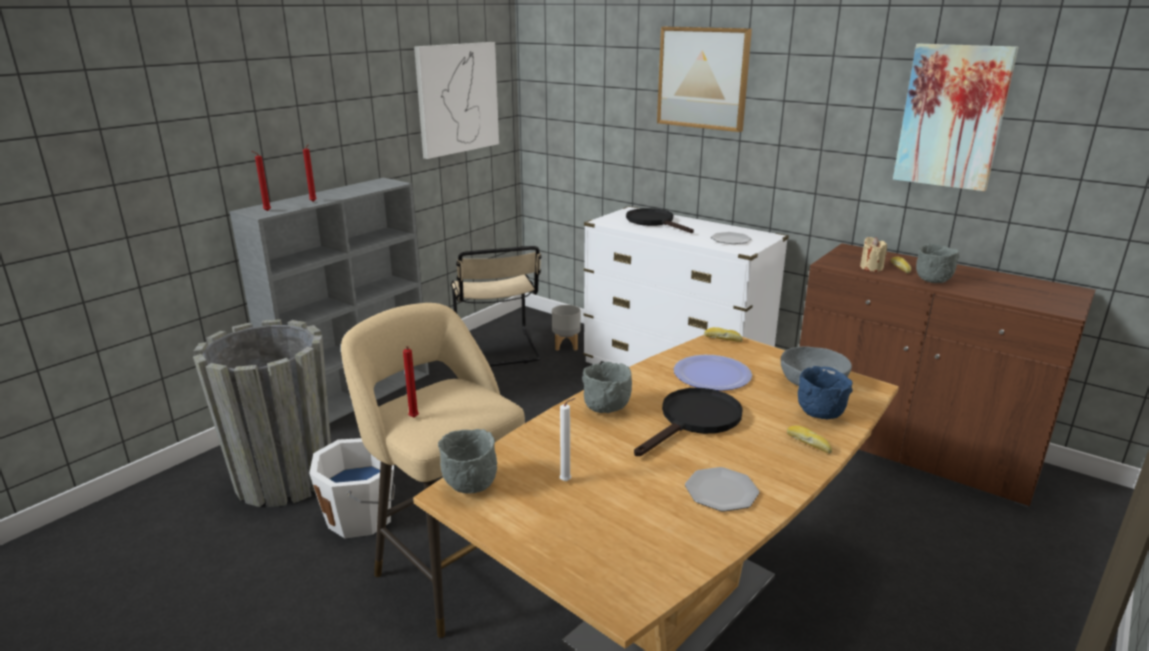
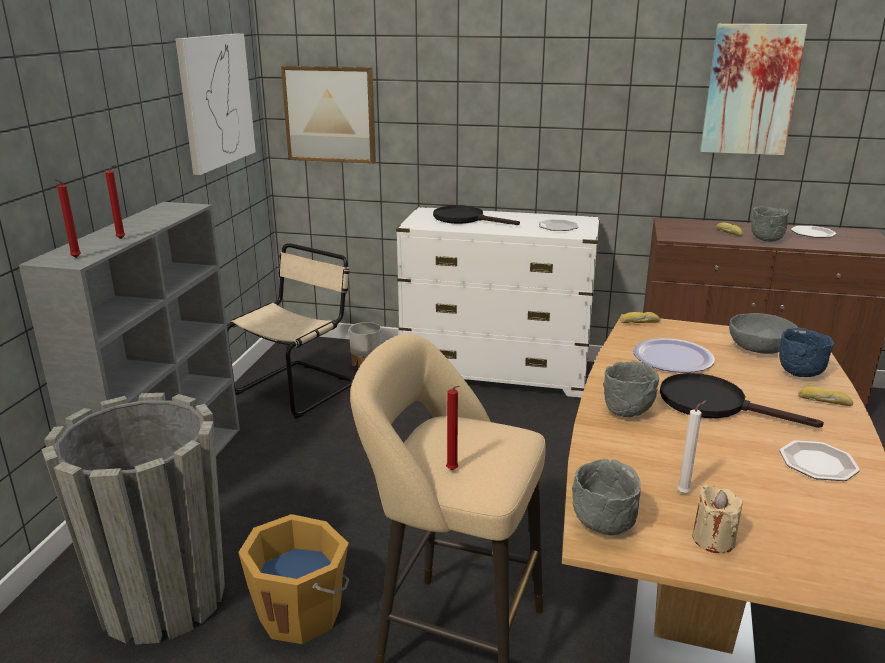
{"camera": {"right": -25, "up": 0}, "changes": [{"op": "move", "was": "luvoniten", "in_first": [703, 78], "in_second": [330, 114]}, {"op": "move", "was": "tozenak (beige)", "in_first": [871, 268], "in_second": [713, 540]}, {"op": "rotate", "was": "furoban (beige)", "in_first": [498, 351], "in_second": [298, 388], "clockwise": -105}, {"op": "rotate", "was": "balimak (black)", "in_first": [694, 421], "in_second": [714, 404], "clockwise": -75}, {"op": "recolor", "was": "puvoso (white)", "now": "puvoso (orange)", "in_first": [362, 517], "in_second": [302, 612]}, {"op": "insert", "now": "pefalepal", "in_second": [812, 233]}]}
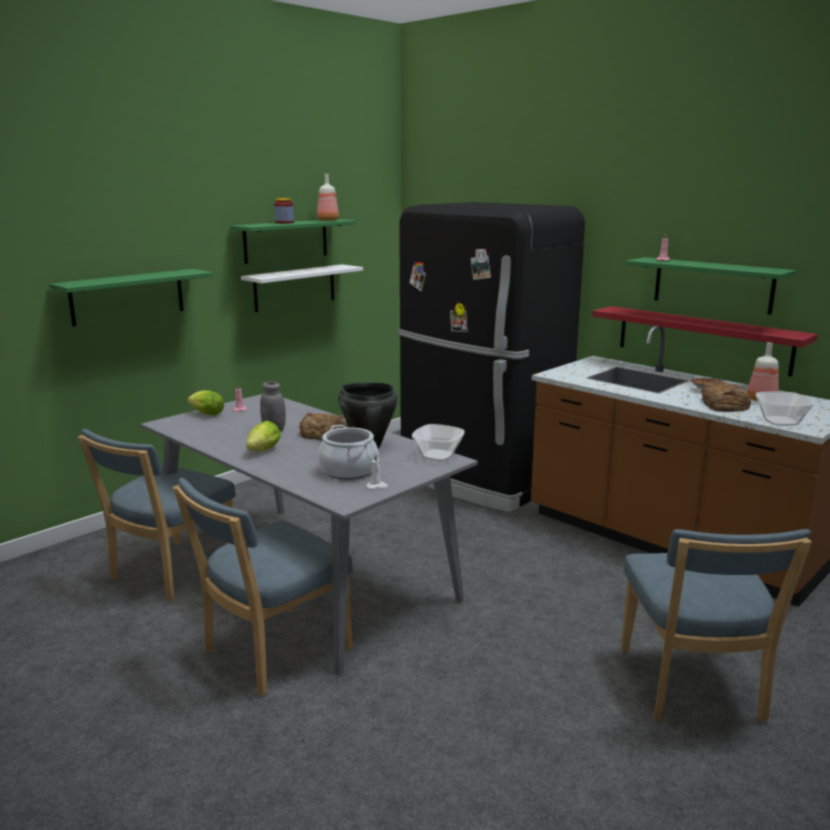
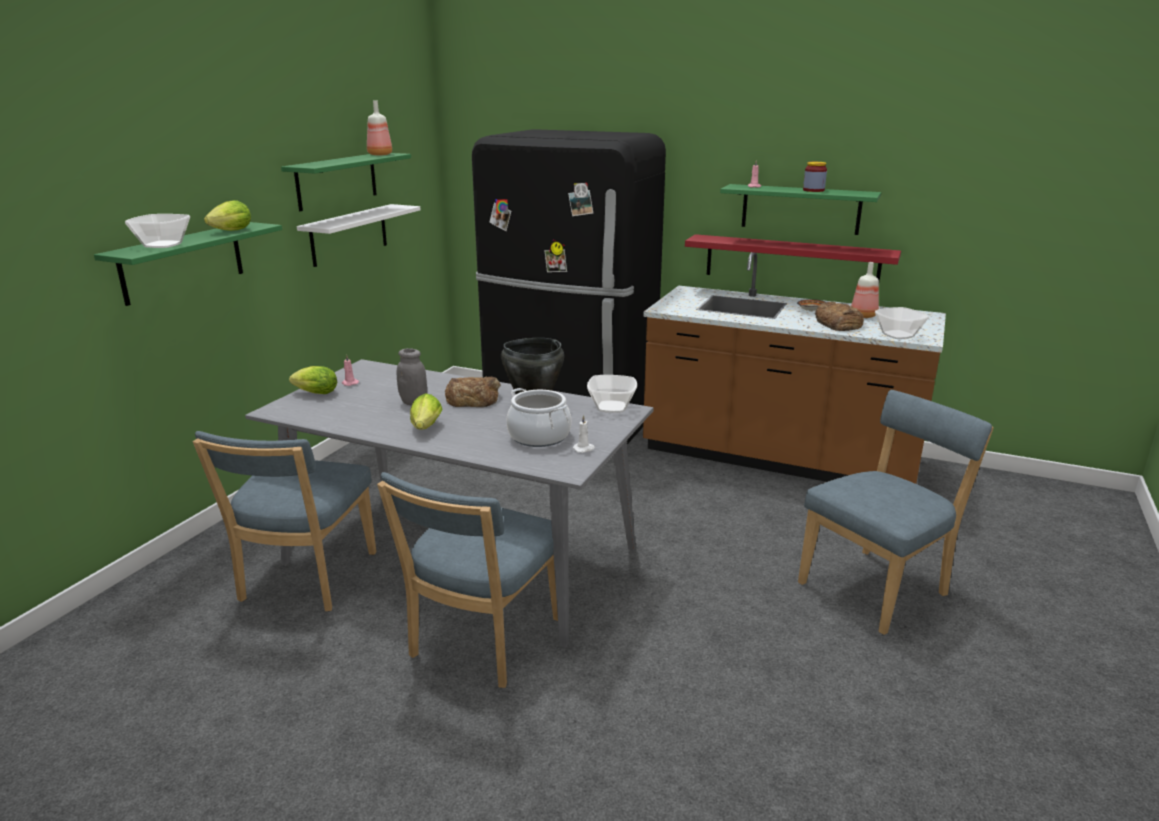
{"camera": {"right": -20, "up": 5}, "changes": [{"op": "move", "was": "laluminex", "in_first": [284, 223], "in_second": [813, 190]}, {"op": "rotate", "was": "furoban (blue)", "in_first": [692, 689], "in_second": [877, 587], "clockwise": -105}, {"op": "insert", "now": "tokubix", "in_second": [229, 231]}, {"op": "insert", "now": "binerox", "in_second": [163, 245]}]}
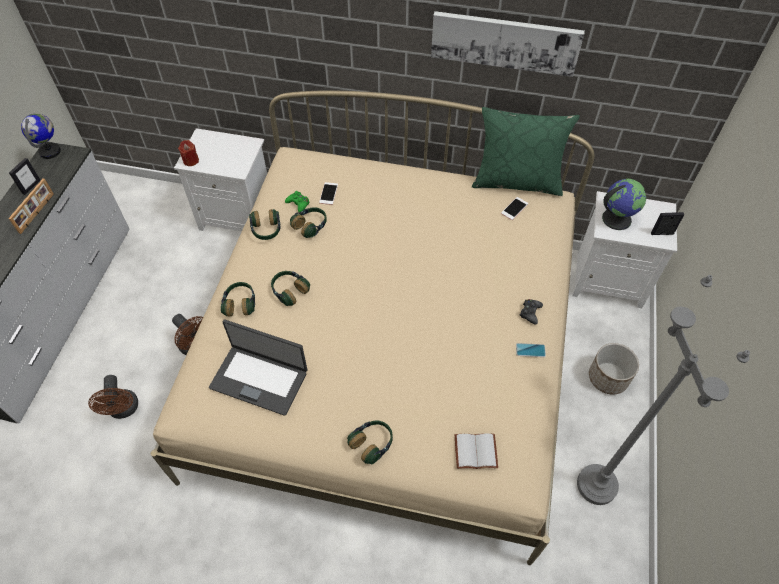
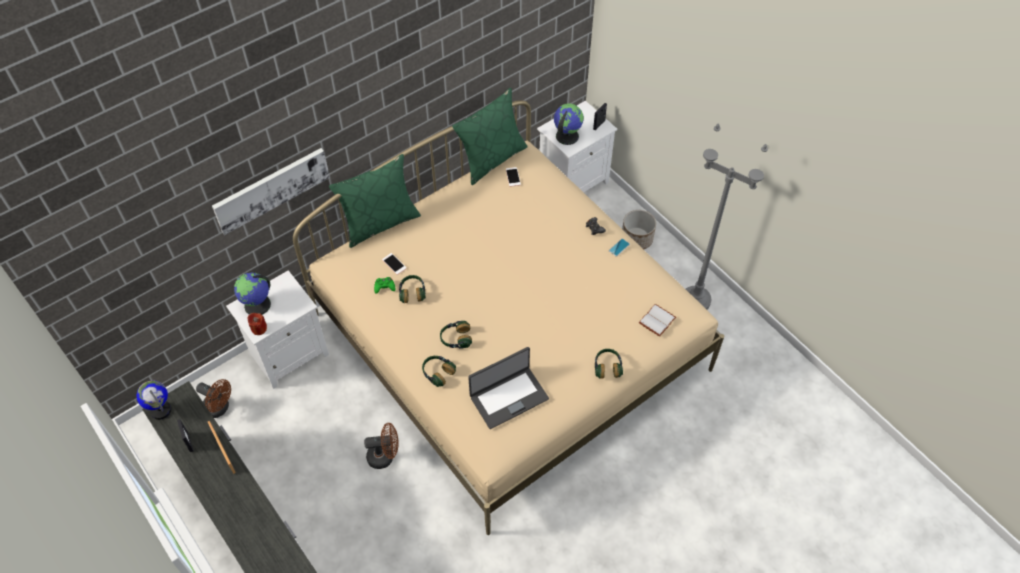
{"camera": {"right": -50, "up": 0}, "changes": [{"op": "move", "was": "luvoniten", "in_first": [505, 42], "in_second": [271, 189]}, {"op": "delete", "was": "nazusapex", "in_first": [266, 230]}, {"op": "move", "was": "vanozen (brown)", "in_first": [124, 410], "in_second": [220, 408]}, {"op": "insert", "now": "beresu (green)", "in_second": [380, 223]}, {"op": "insert", "now": "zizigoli", "in_second": [257, 305]}]}
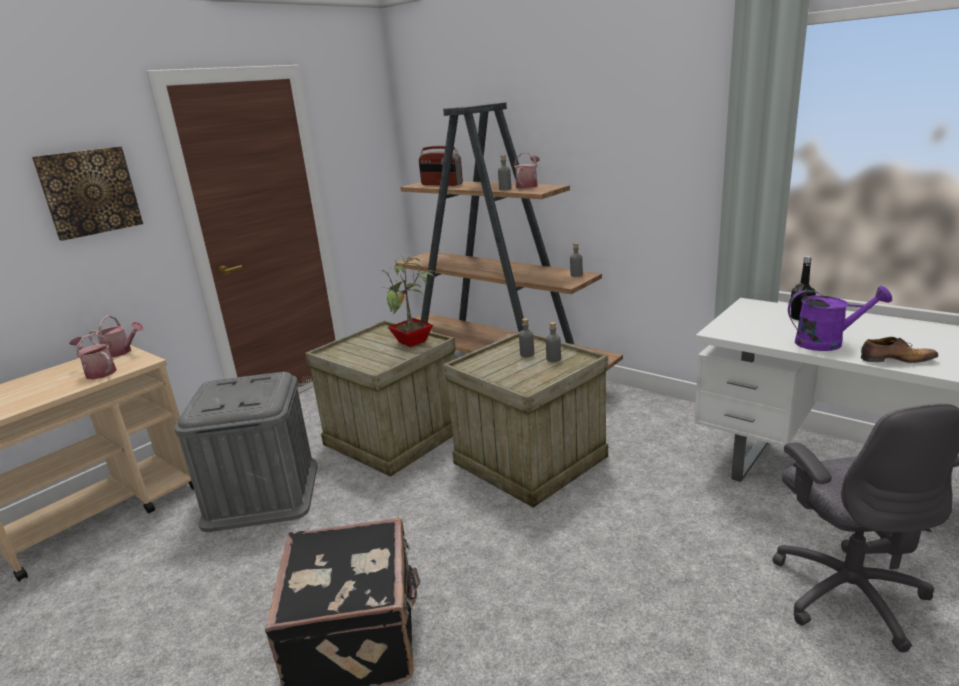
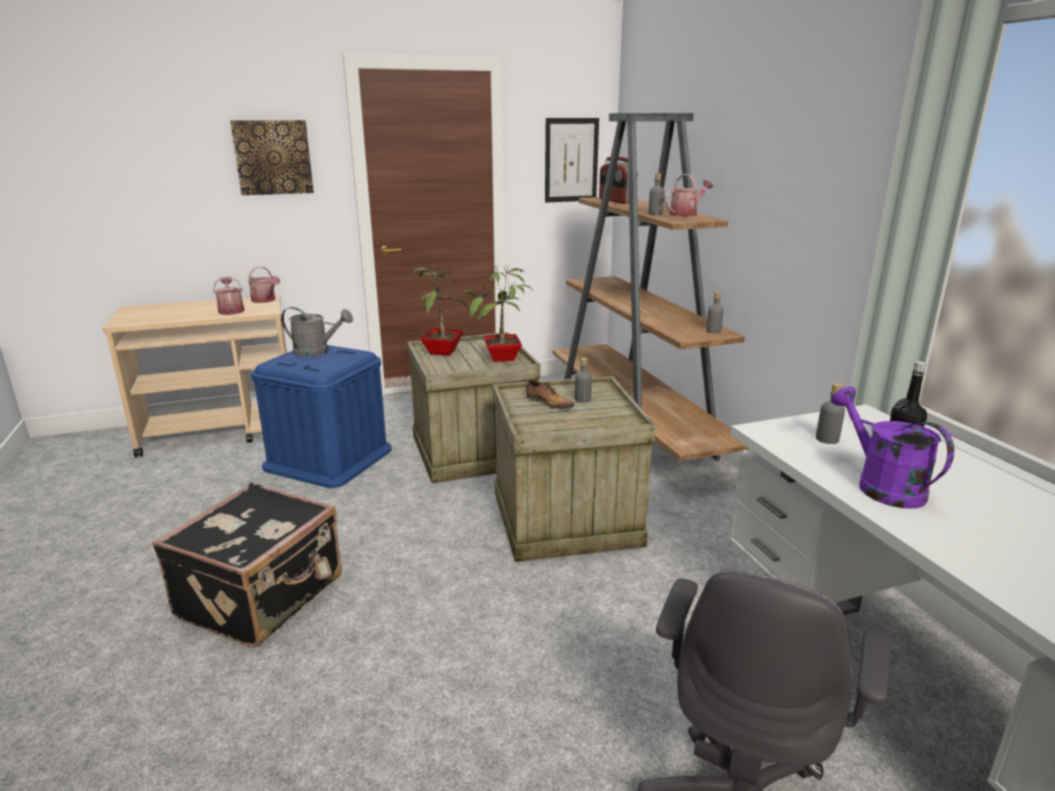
{"camera": {"right": 30, "up": 0}, "changes": [{"op": "rotate", "was": "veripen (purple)", "in_first": [827, 342], "in_second": [880, 485], "clockwise": -150}, {"op": "move", "was": "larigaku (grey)", "in_first": [553, 359], "in_second": [827, 439]}, {"op": "move", "was": "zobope", "in_first": [895, 360], "in_second": [549, 403]}, {"op": "recolor", "was": "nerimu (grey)", "now": "nerimu (blue)", "in_first": [262, 493], "in_second": [328, 458]}, {"op": "insert", "now": "luvoniten", "in_second": [571, 160]}, {"op": "insert", "now": "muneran", "in_second": [443, 351]}, {"op": "insert", "now": "veripen (grey)", "in_second": [317, 352]}]}
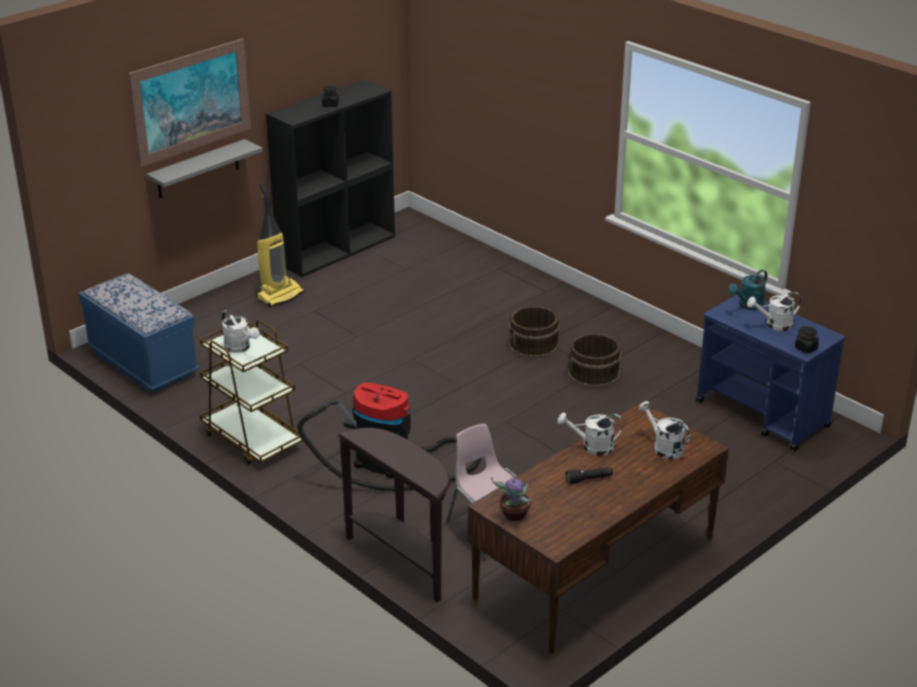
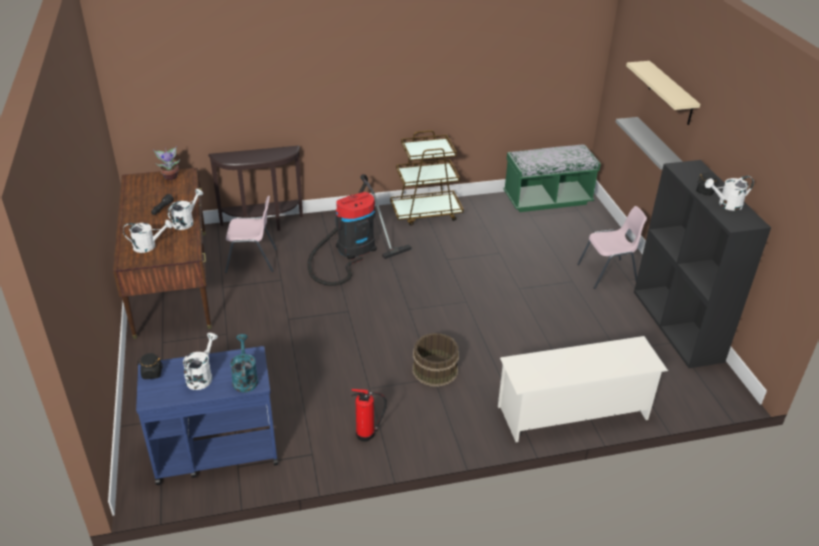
{"camera": {"right": 120, "up": 5}, "changes": [{"op": "replace", "was": "luvoniten", "now": "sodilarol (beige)", "in_first": [191, 101], "in_second": [671, 93]}, {"op": "replace", "was": "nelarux", "now": "furoban (pink)", "in_first": [279, 295], "in_second": [608, 273]}, {"op": "recolor", "was": "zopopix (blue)", "now": "zopopix (green)", "in_first": [143, 363], "in_second": [547, 199]}, {"op": "move", "was": "veripen (white)", "in_first": [240, 348], "in_second": [726, 205]}, {"op": "delete", "was": "puvoso (brown)", "in_first": [593, 374]}, {"op": "insert", "now": "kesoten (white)", "in_second": [573, 413]}, {"op": "insert", "now": "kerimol", "in_second": [367, 434]}]}
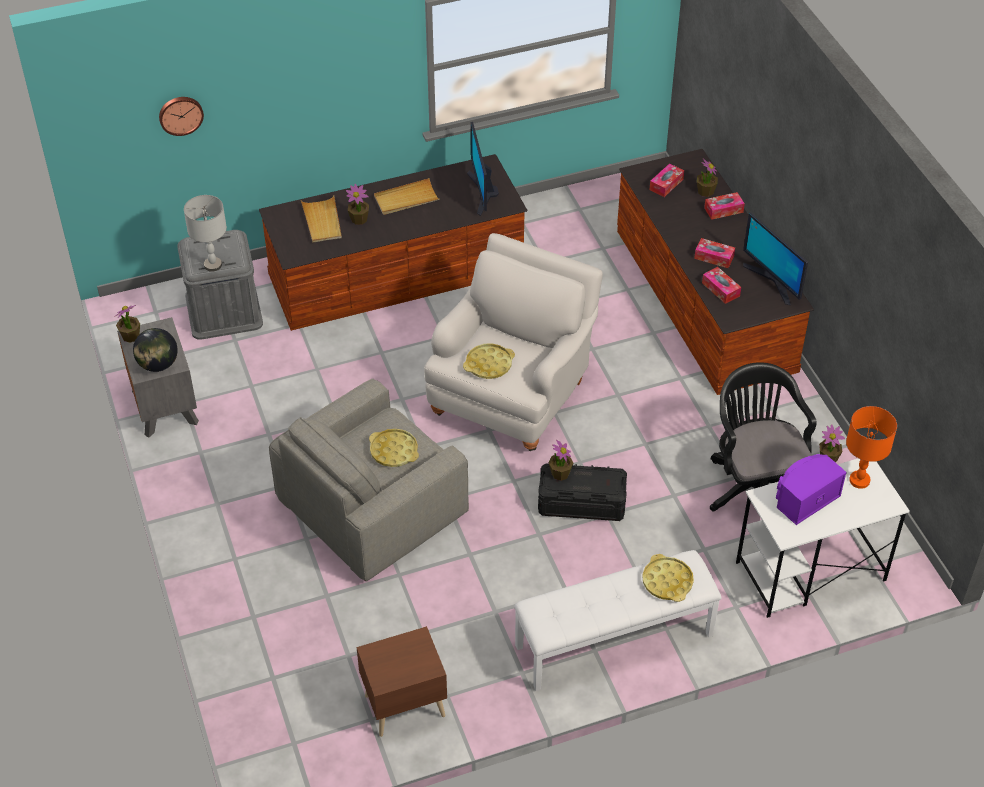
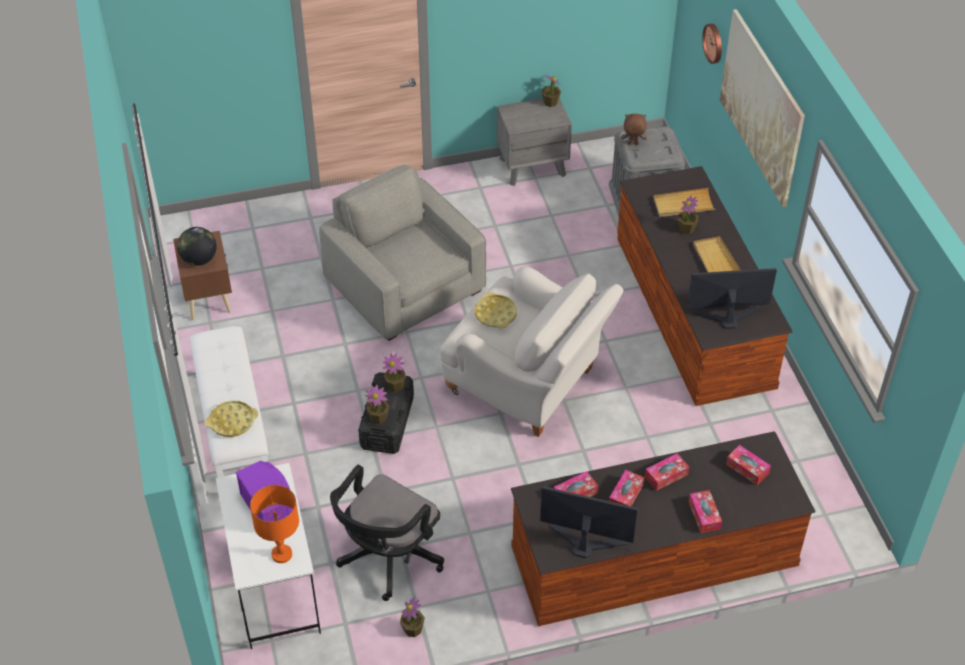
{"camera": {"right": 95, "up": 0}, "changes": [{"op": "move", "was": "muneran", "in_first": [705, 191], "in_second": [378, 417]}, {"op": "replace", "was": "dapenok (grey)", "now": "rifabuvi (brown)", "in_first": [213, 265], "in_second": [633, 144]}, {"op": "rotate", "was": "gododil", "in_first": [773, 281], "in_second": [585, 542], "clockwise": 45}, {"op": "move", "was": "zizigoli", "in_first": [158, 365], "in_second": [199, 259]}, {"op": "rotate", "was": "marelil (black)", "in_first": [754, 485], "in_second": [387, 559], "clockwise": 135}, {"op": "delete", "was": "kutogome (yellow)", "in_first": [394, 451]}, {"op": "insert", "now": "luvoniten", "in_second": [761, 106]}, {"op": "insert", "now": "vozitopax", "in_second": [666, 475]}]}
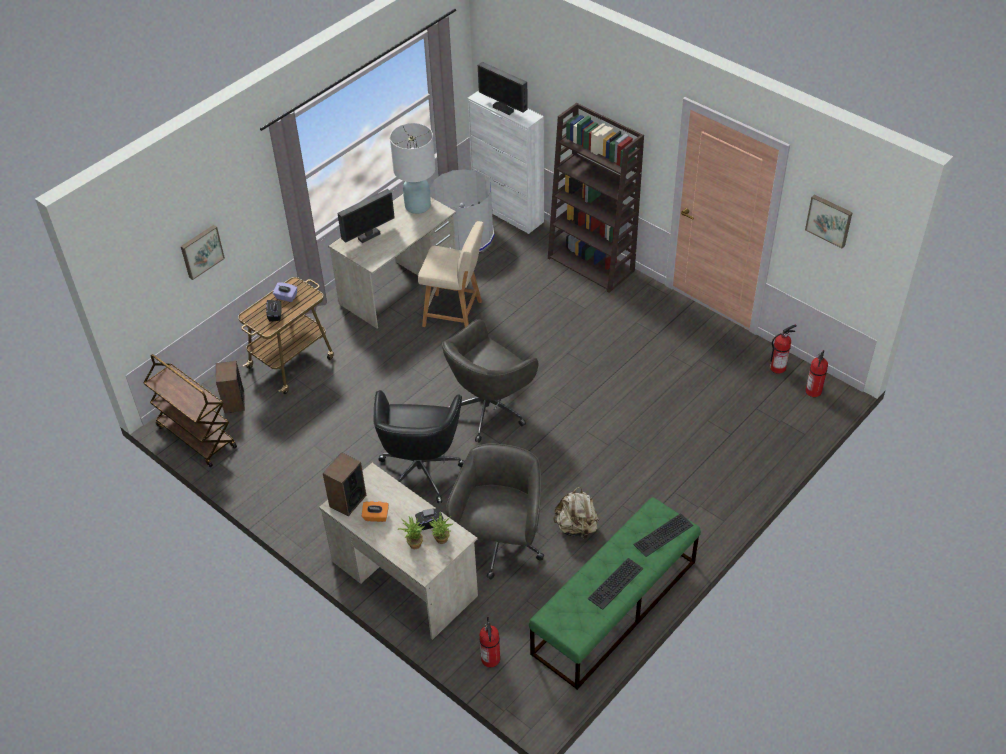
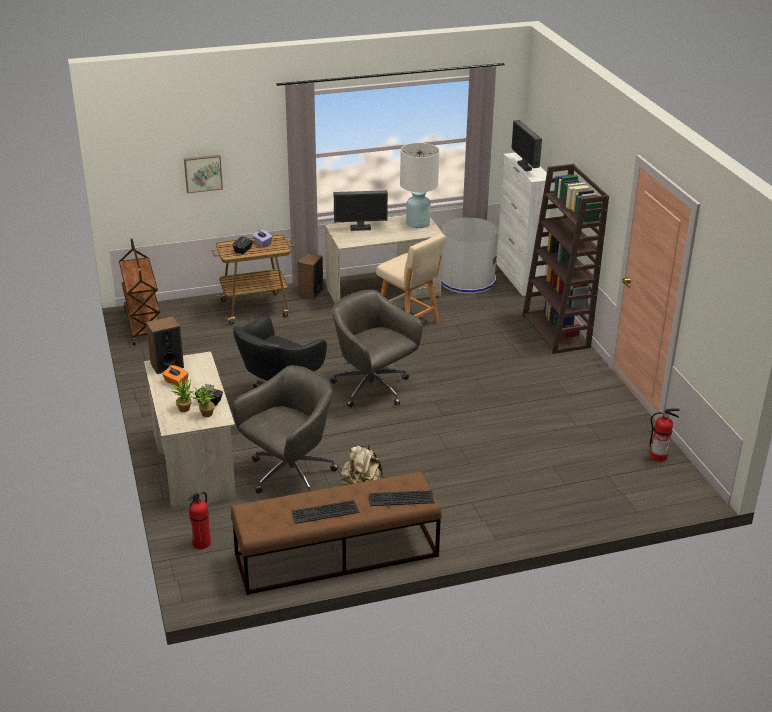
{"camera": {"right": 30, "up": -15}, "changes": [{"op": "delete", "was": "luvoniten", "in_first": [829, 220]}, {"op": "rotate", "was": "marelil (grey)", "in_first": [489, 408], "in_second": [373, 389], "clockwise": 60}, {"op": "delete", "was": "kerimol", "in_first": [813, 391]}, {"op": "move", "was": "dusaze", "in_first": [234, 402], "in_second": [310, 293]}, {"op": "recolor", "was": "zopopix (green)", "now": "zopopix (brown)", "in_first": [614, 607], "in_second": [336, 555]}]}
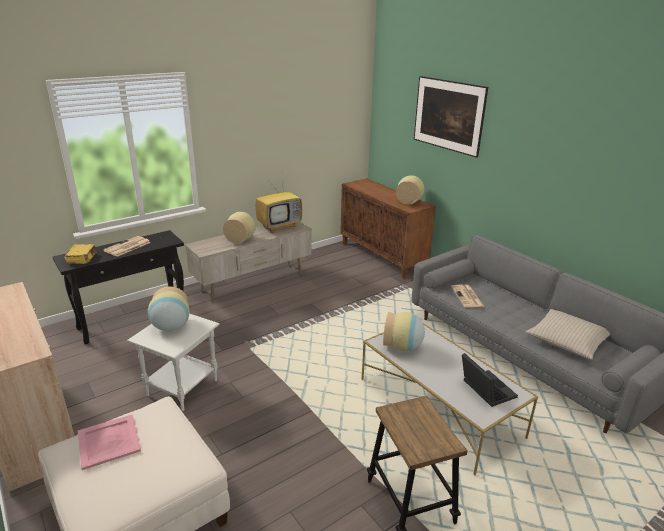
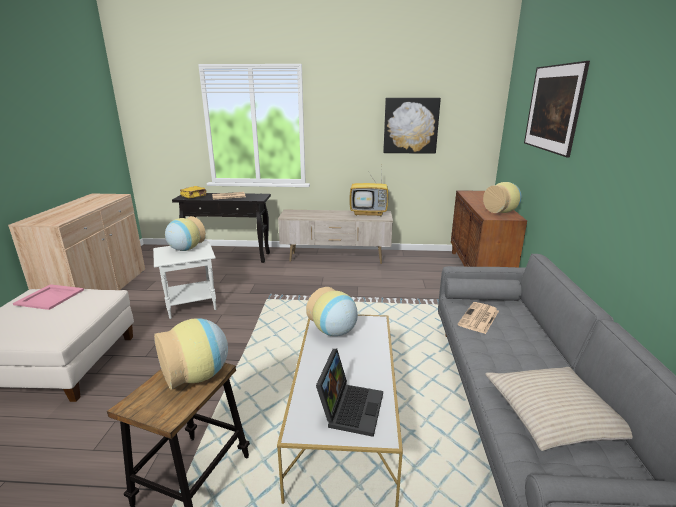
{"camera": {"right": 40, "up": -5}, "changes": [{"op": "move", "was": "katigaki", "in_first": [241, 239], "in_second": [198, 376]}, {"op": "insert", "now": "luvoniten", "in_second": [410, 125]}]}
